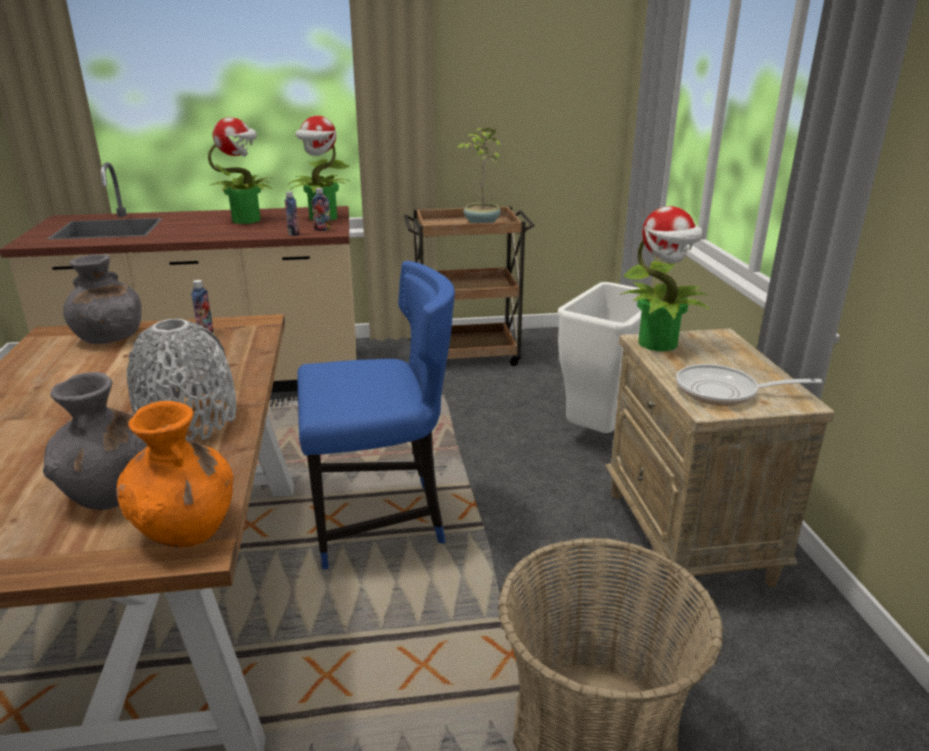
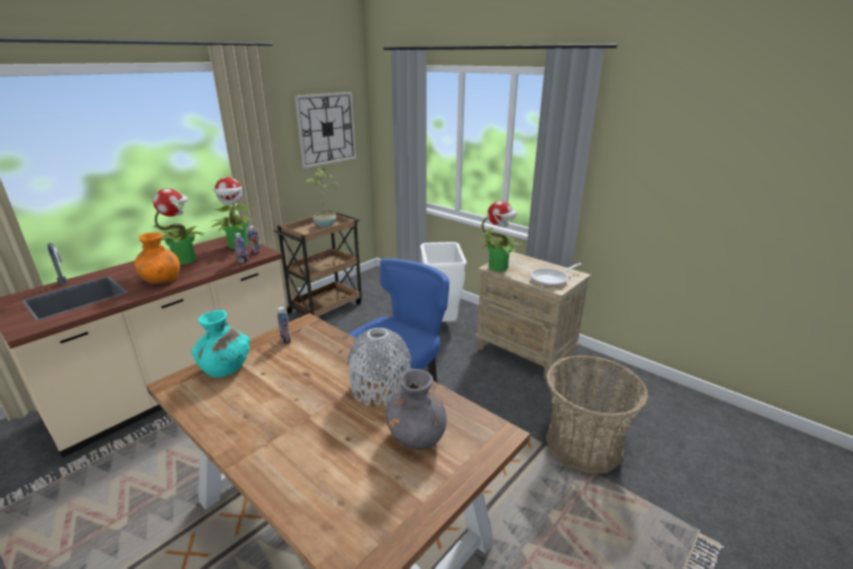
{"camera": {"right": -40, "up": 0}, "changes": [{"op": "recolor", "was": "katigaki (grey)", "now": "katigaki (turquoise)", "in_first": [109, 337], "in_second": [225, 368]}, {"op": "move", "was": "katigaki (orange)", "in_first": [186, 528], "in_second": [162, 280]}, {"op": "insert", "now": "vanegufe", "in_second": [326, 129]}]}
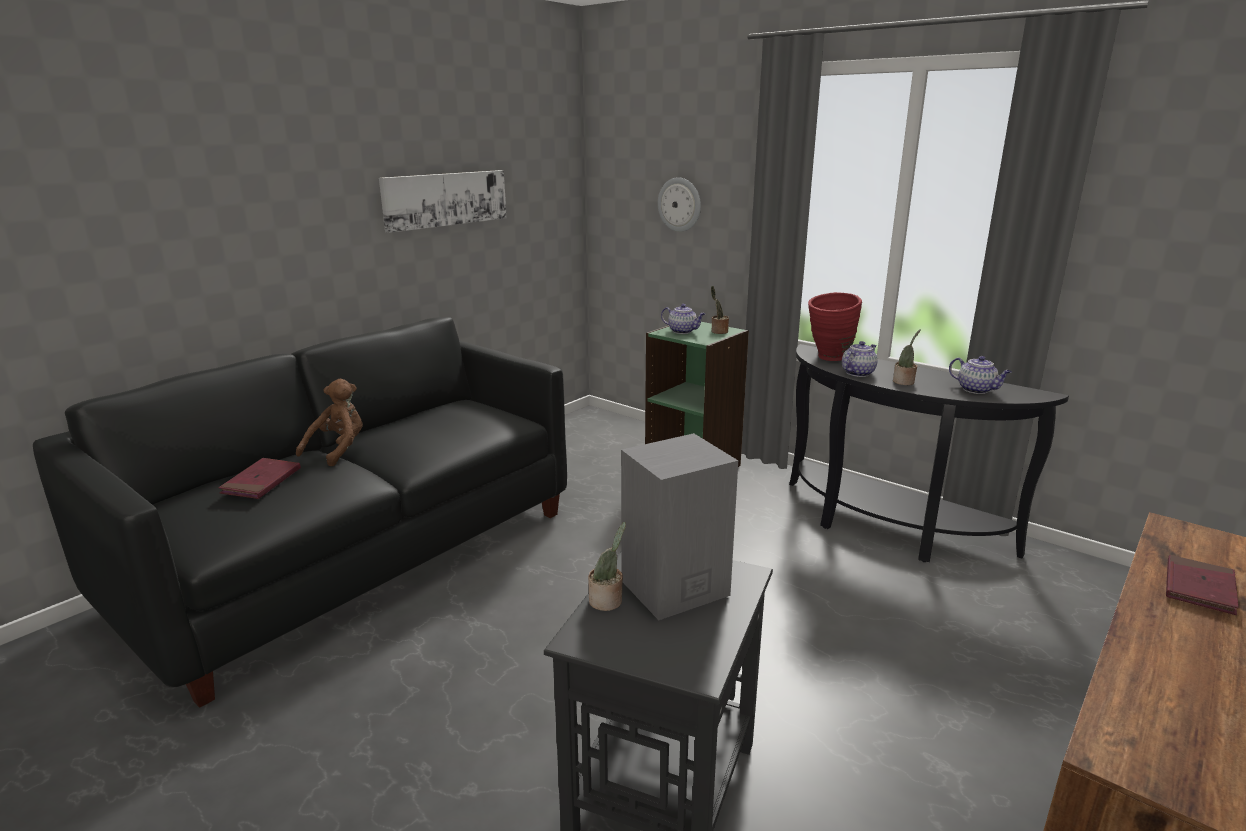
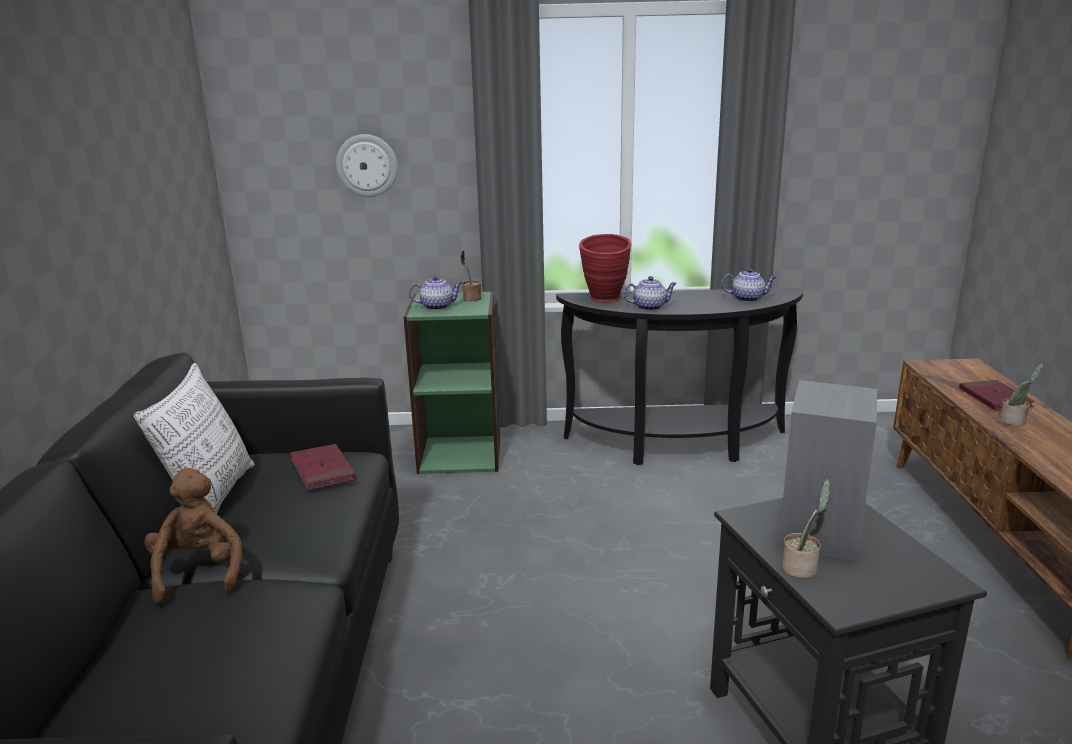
{"camera": {"right": -40, "up": 0}, "changes": [{"op": "delete", "was": "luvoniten", "in_first": [445, 199]}, {"op": "move", "was": "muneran", "in_first": [904, 382], "in_second": [1014, 421]}, {"op": "rotate", "was": "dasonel", "in_first": [858, 373], "in_second": [650, 307], "clockwise": 75}, {"op": "move", "was": "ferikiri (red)", "in_first": [261, 482], "in_second": [323, 470]}, {"op": "insert", "now": "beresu", "in_second": [212, 498]}]}
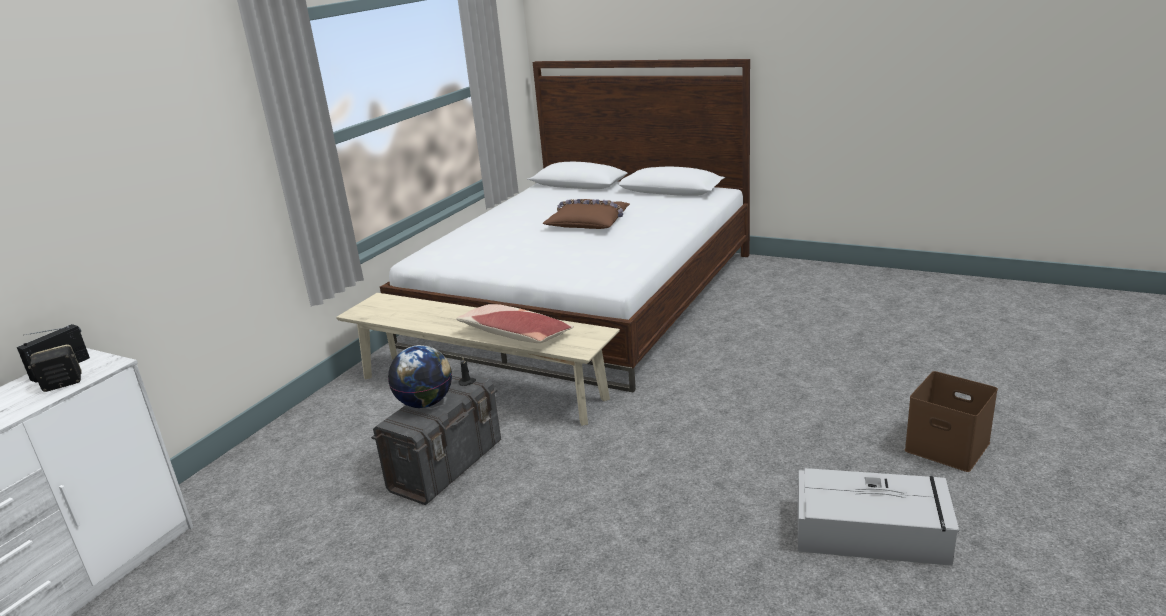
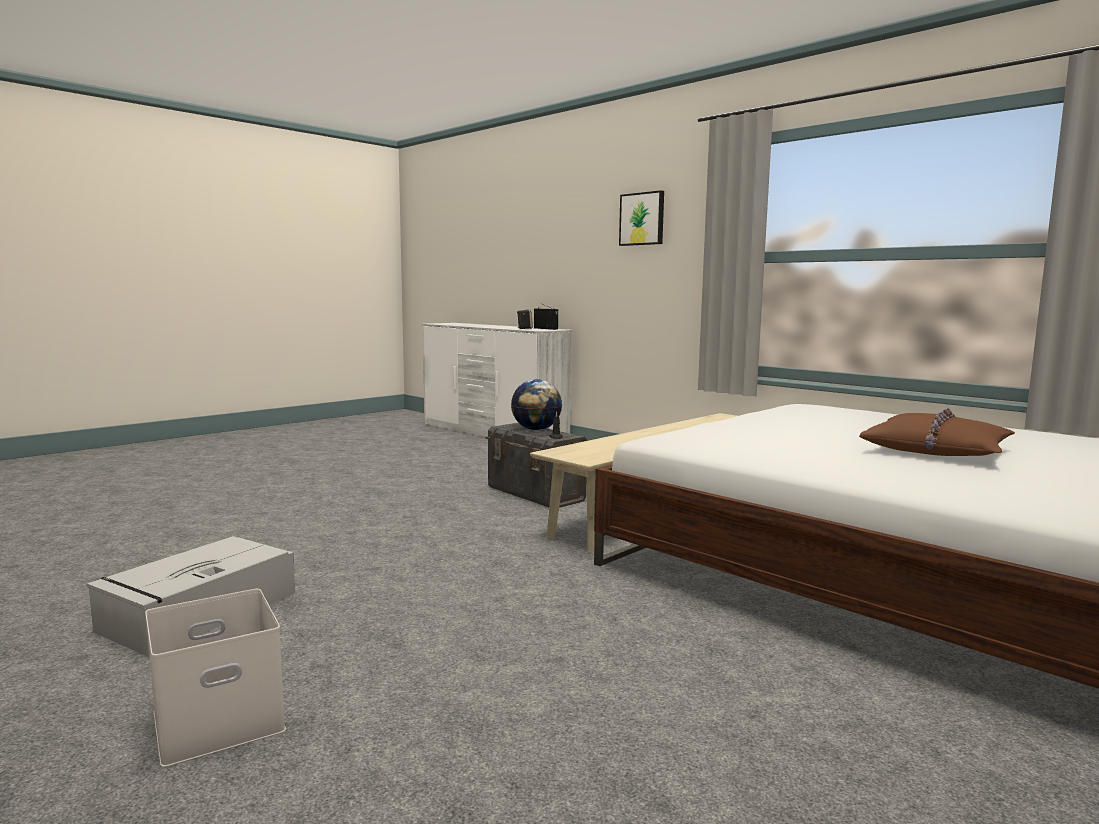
{"camera": {"right": 105, "up": -15}, "changes": [{"op": "delete", "was": "beresu", "in_first": [514, 335]}, {"op": "recolor", "was": "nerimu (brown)", "now": "nerimu (white)", "in_first": [945, 446], "in_second": [220, 718]}, {"op": "insert", "now": "luvoniten", "in_second": [642, 219]}]}
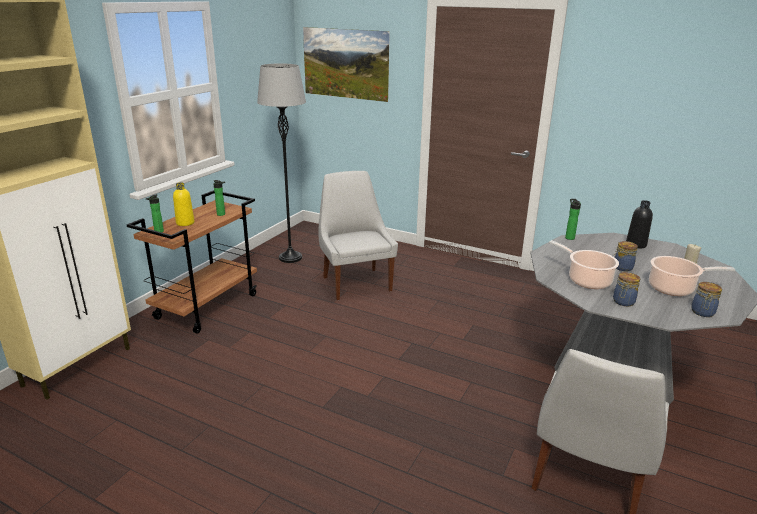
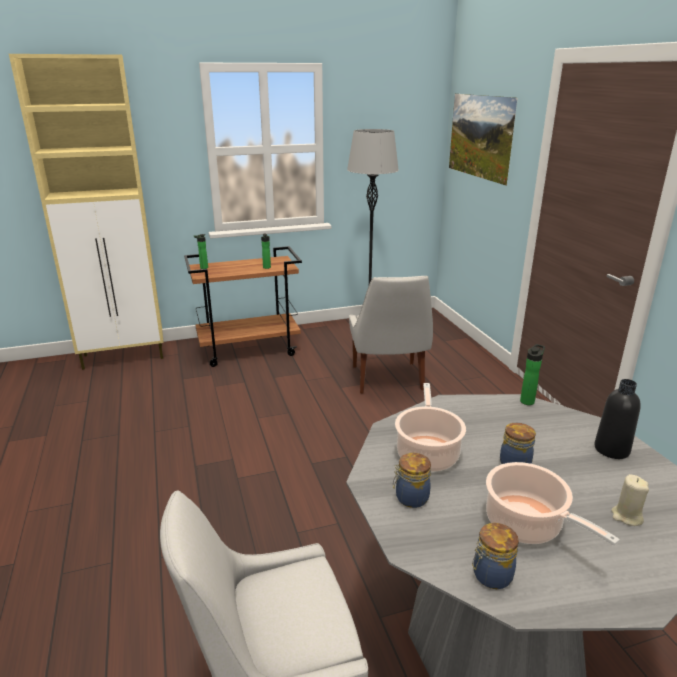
{"camera": {"right": 45, "up": 0}, "changes": [{"op": "rotate", "was": "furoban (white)", "in_first": [356, 283], "in_second": [388, 379], "clockwise": 150}, {"op": "delete", "was": "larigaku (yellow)", "in_first": [185, 223]}]}
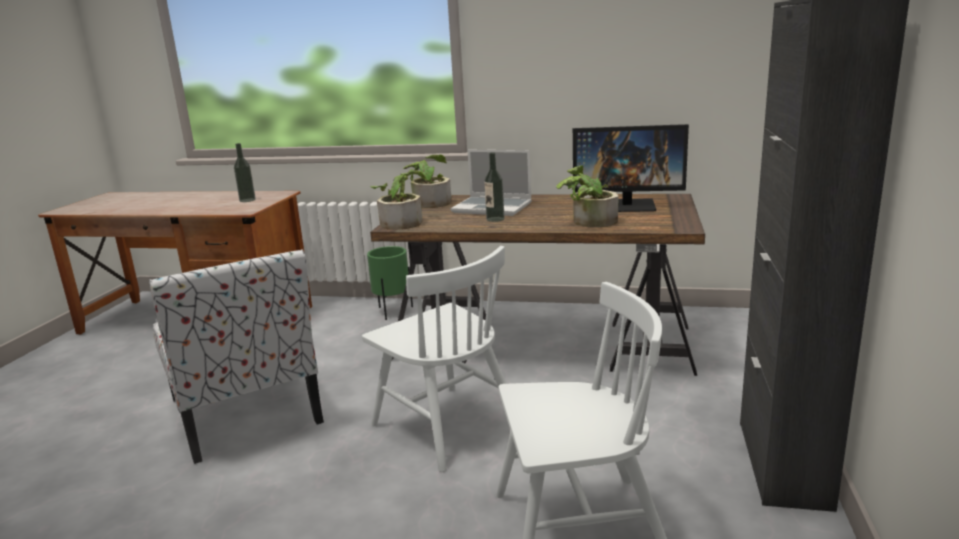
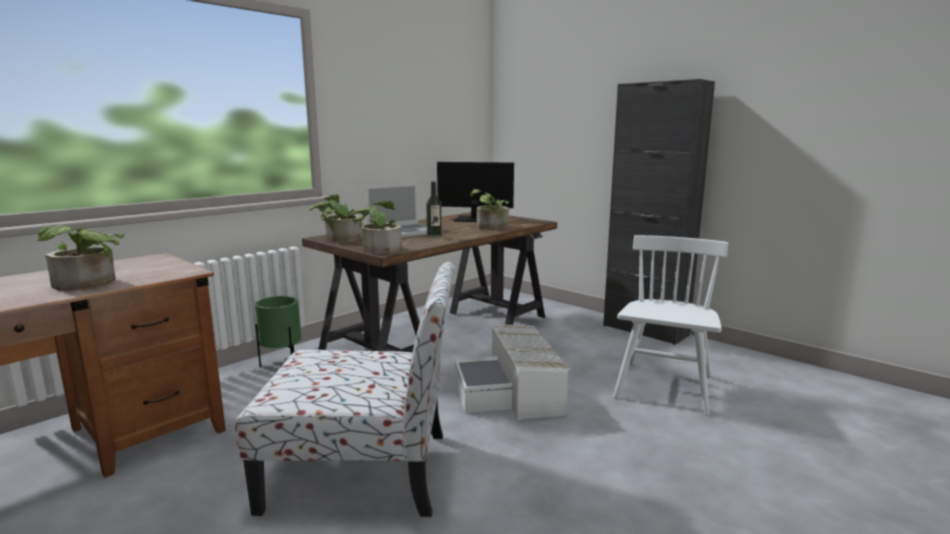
{"camera": {"right": -60, "up": -5}, "changes": [{"op": "rotate", "was": "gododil", "in_first": [628, 206], "in_second": [474, 219], "clockwise": -120}, {"op": "delete", "was": "larigaku", "in_first": [247, 200]}, {"op": "replace", "was": "furoban (white)", "now": "nerimu (white)", "in_first": [446, 426], "in_second": [512, 391]}, {"op": "insert", "now": "muneran", "in_second": [88, 284]}]}
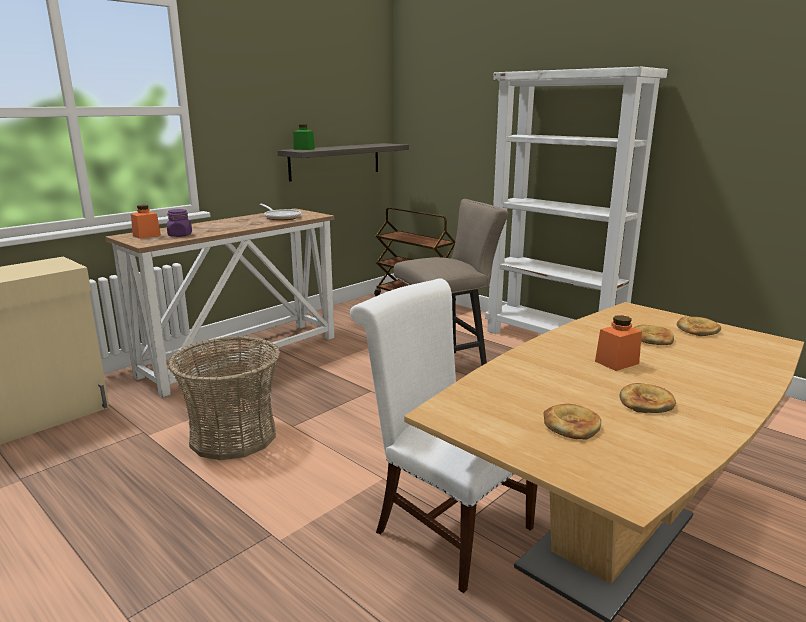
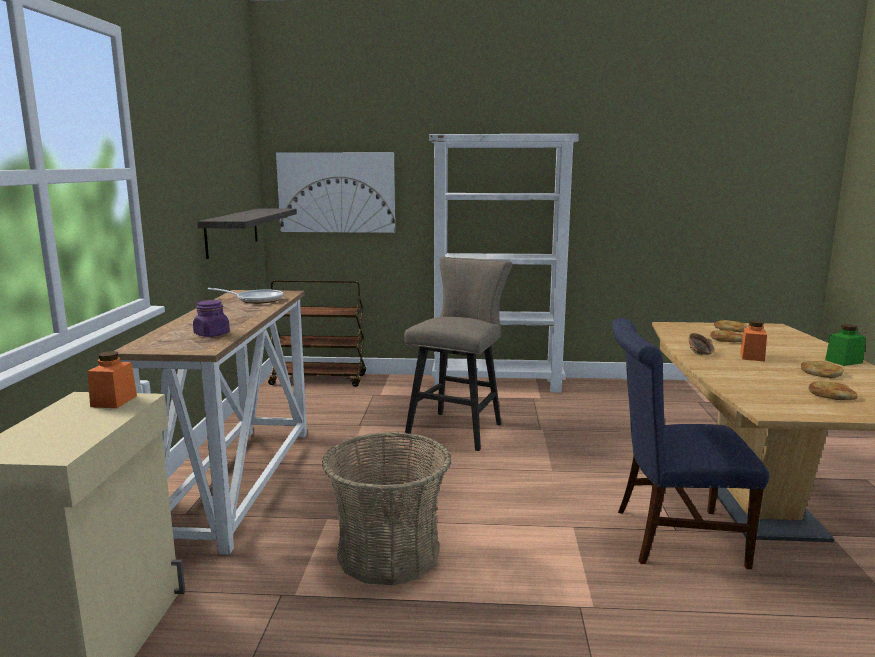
{"camera": {"right": -40, "up": -5}, "changes": [{"op": "move", "was": "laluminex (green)", "in_first": [304, 149], "in_second": [843, 361]}, {"op": "move", "was": "laluminex (orange)", "in_first": [146, 235], "in_second": [114, 401]}, {"op": "recolor", "was": "furoban (white)", "now": "furoban (blue)", "in_first": [445, 526], "in_second": [670, 536]}, {"op": "insert", "now": "luvoniten", "in_second": [336, 192]}, {"op": "insert", "now": "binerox", "in_second": [700, 354]}]}
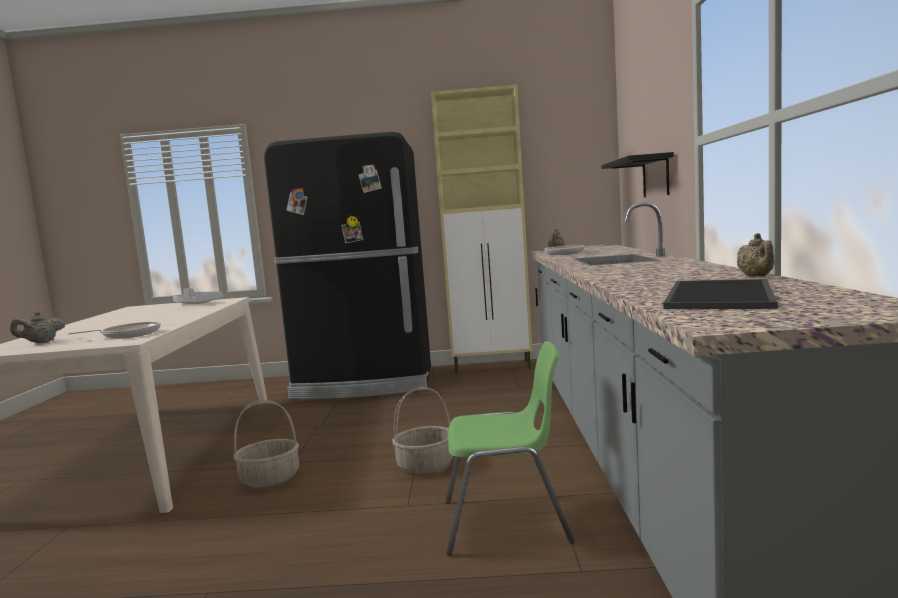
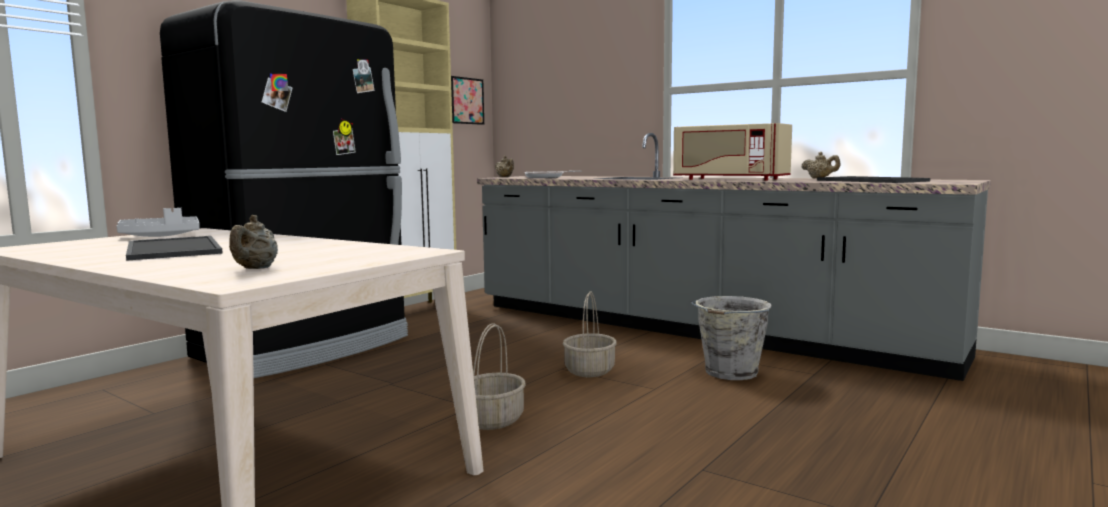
{"camera": {"right": -55, "up": 0}, "changes": [{"op": "delete", "was": "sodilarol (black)", "in_first": [655, 176]}, {"op": "delete", "was": "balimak", "in_first": [128, 335]}, {"op": "replace", "was": "furoban (green)", "now": "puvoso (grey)", "in_first": [508, 522], "in_second": [730, 373]}, {"op": "insert", "now": "luvoniten", "in_second": [466, 101]}, {"op": "insert", "now": "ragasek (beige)", "in_second": [728, 179]}, {"op": "insert", "now": "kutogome", "in_second": [170, 249]}]}
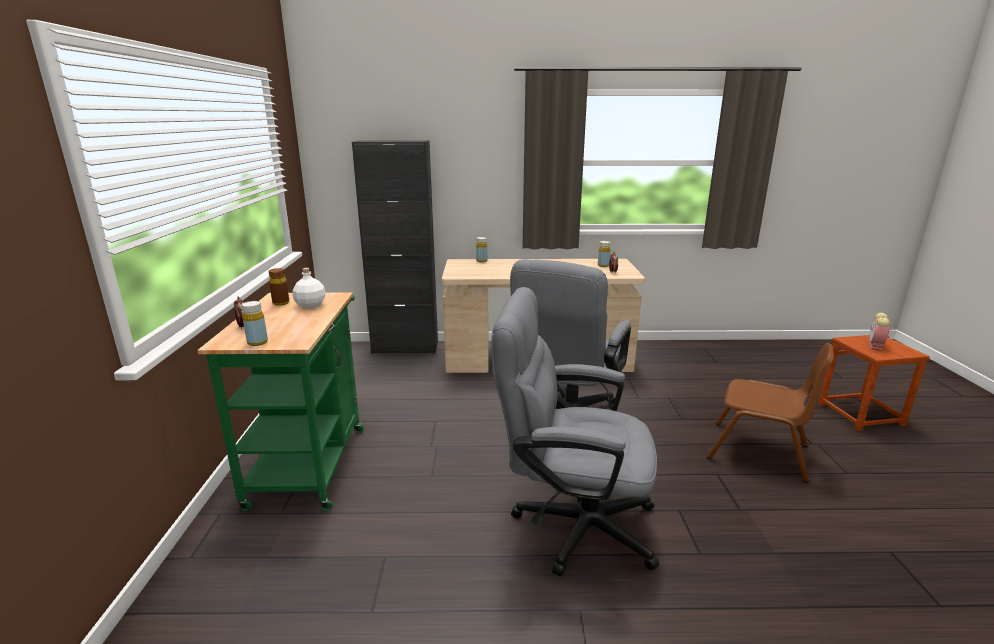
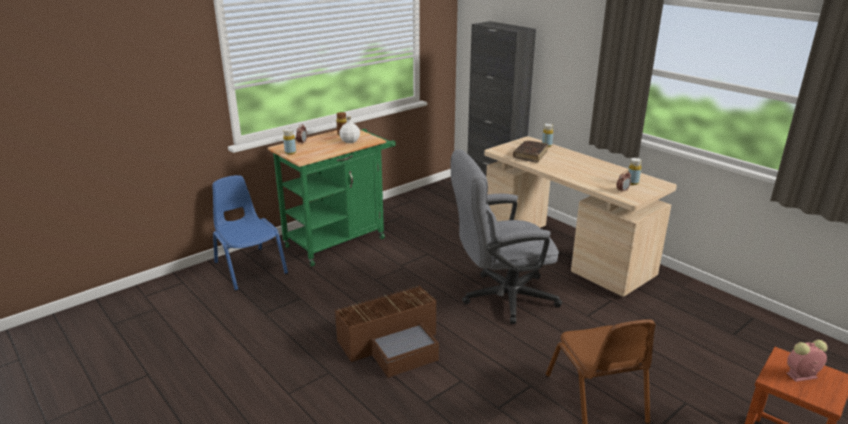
{"camera": {"right": 50, "up": 5}, "changes": [{"op": "replace", "was": "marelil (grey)", "now": "nerimu (brown)", "in_first": [571, 523], "in_second": [393, 343]}, {"op": "insert", "now": "ferikiri (brown)", "in_second": [530, 155]}, {"op": "insert", "now": "furoban (blue)", "in_second": [250, 268]}]}
